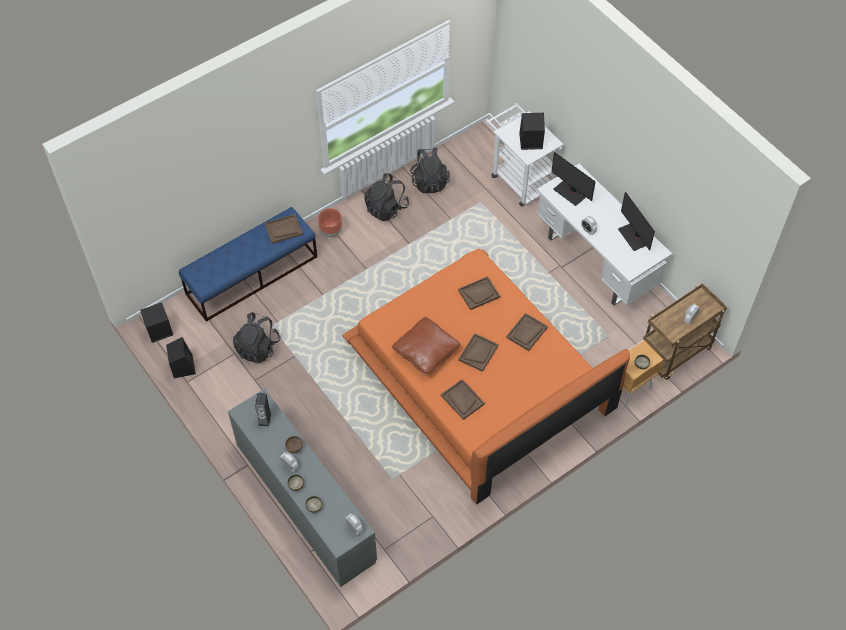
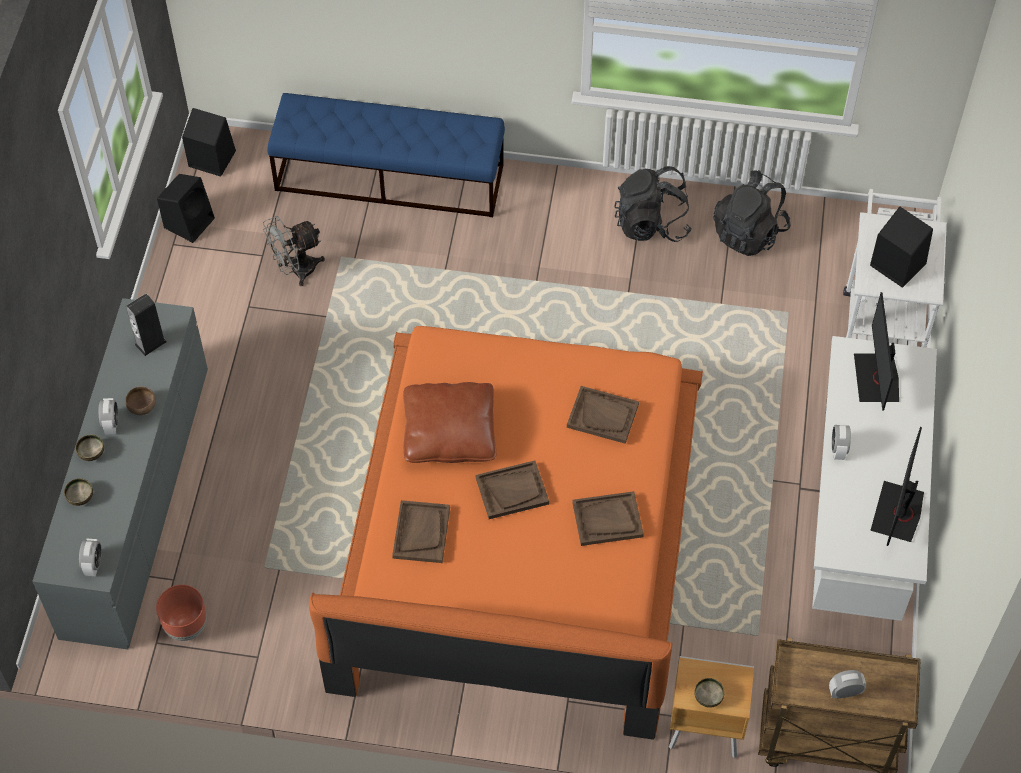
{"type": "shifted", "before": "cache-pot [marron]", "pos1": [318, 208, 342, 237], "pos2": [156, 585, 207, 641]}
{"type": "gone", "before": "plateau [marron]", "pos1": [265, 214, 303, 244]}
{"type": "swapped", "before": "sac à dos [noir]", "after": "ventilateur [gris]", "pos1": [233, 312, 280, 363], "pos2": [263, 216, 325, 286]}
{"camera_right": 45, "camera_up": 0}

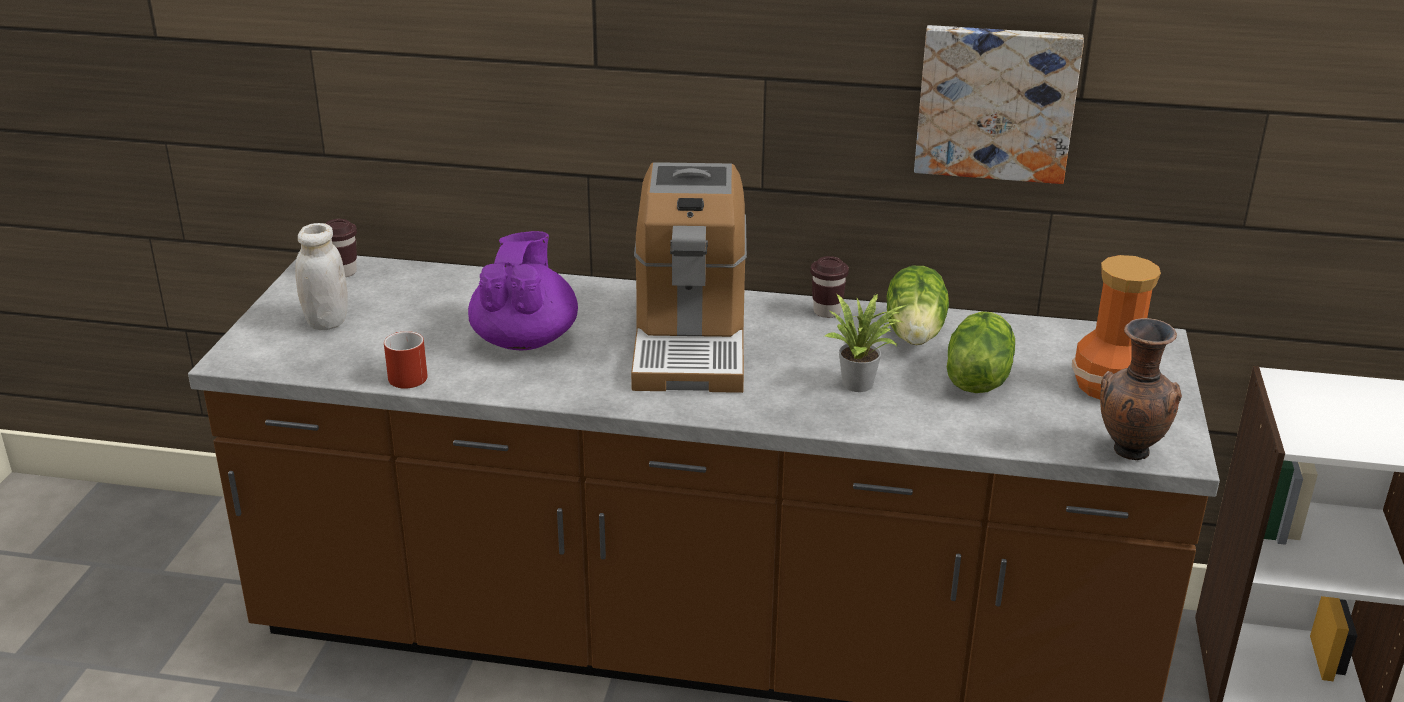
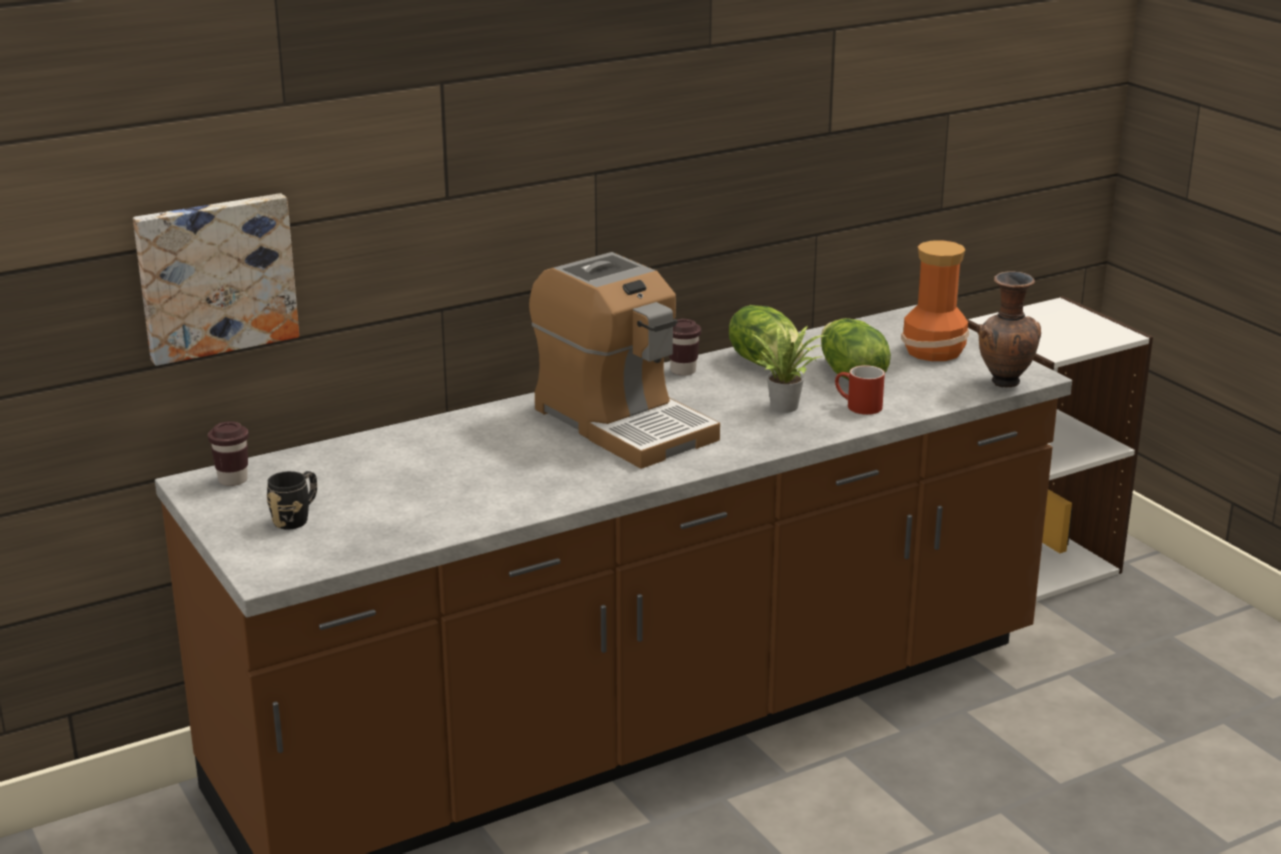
{"type": "shifted", "before": "tableau", "pos1": [914, 25, 1084, 184], "pos2": [133, 193, 299, 366]}
{"type": "swapped", "before": "bocal [blanc]", "after": "mug [noir]", "pos1": [295, 223, 348, 330], "pos2": [267, 471, 317, 530]}
{"type": "gone", "before": "théière [violet]", "pos1": [468, 231, 578, 350]}
{"type": "shifted", "before": "mug [rouge]", "pos1": [384, 331, 428, 389], "pos2": [835, 365, 885, 415]}
{"camera_right": -40, "camera_up": -5}

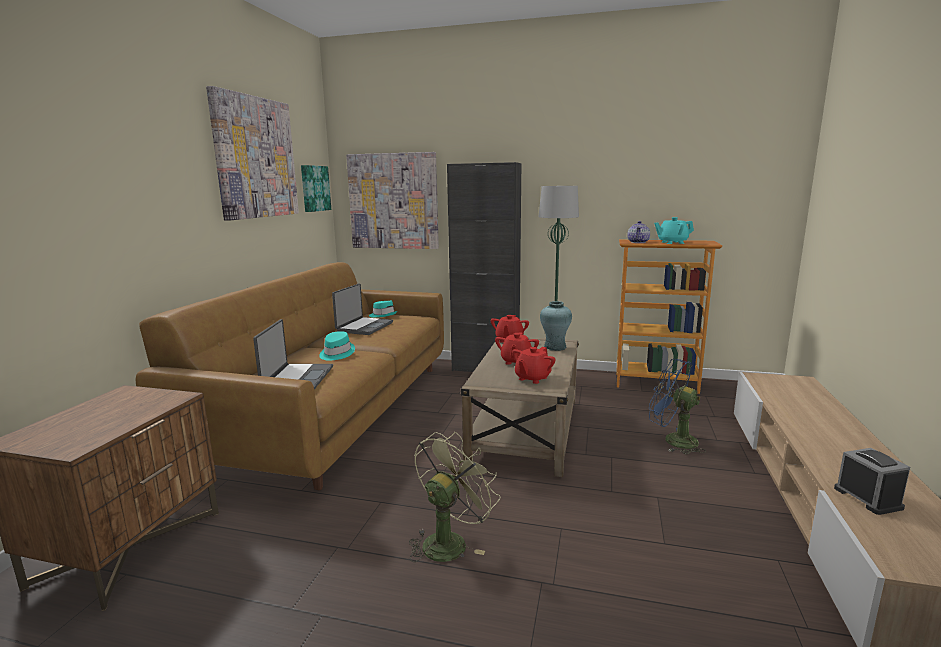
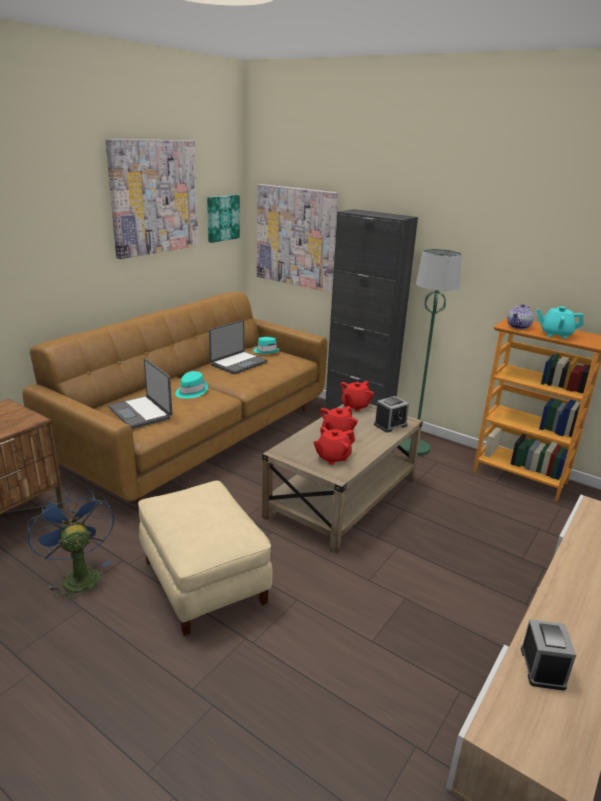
{"type": "swapped", "before": "vase [turquoise]", "after": "réveil", "pos1": [540, 301, 572, 351], "pos2": [374, 396, 409, 433]}
{"type": "rotated", "before": "ordinateur portable", "pos1": [253, 319, 333, 389], "pos2": [108, 359, 173, 429], "turn": 120}
{"type": "shifted", "before": "ventilateur [bleu]", "pos1": [649, 359, 706, 454], "pos2": [27, 490, 114, 602]}
{"type": "swapped", "before": "ventilateur [vert]", "after": "pouf [beige]", "pos1": [409, 432, 501, 562], "pos2": [138, 481, 272, 636]}
{"camera_right": 20, "camera_up": 10}

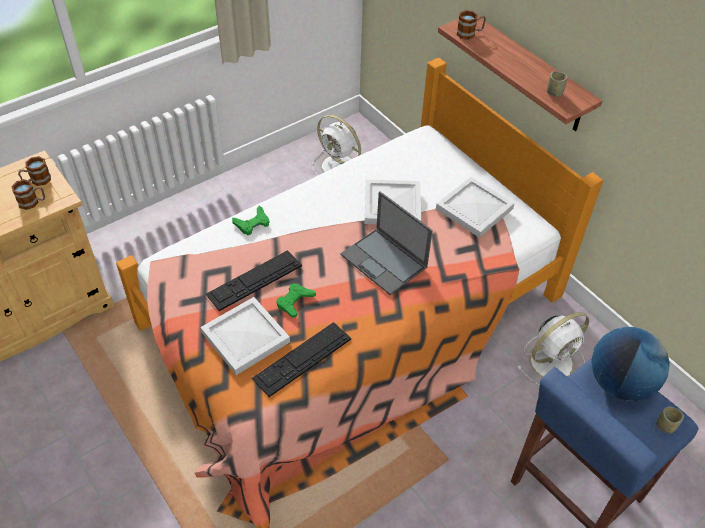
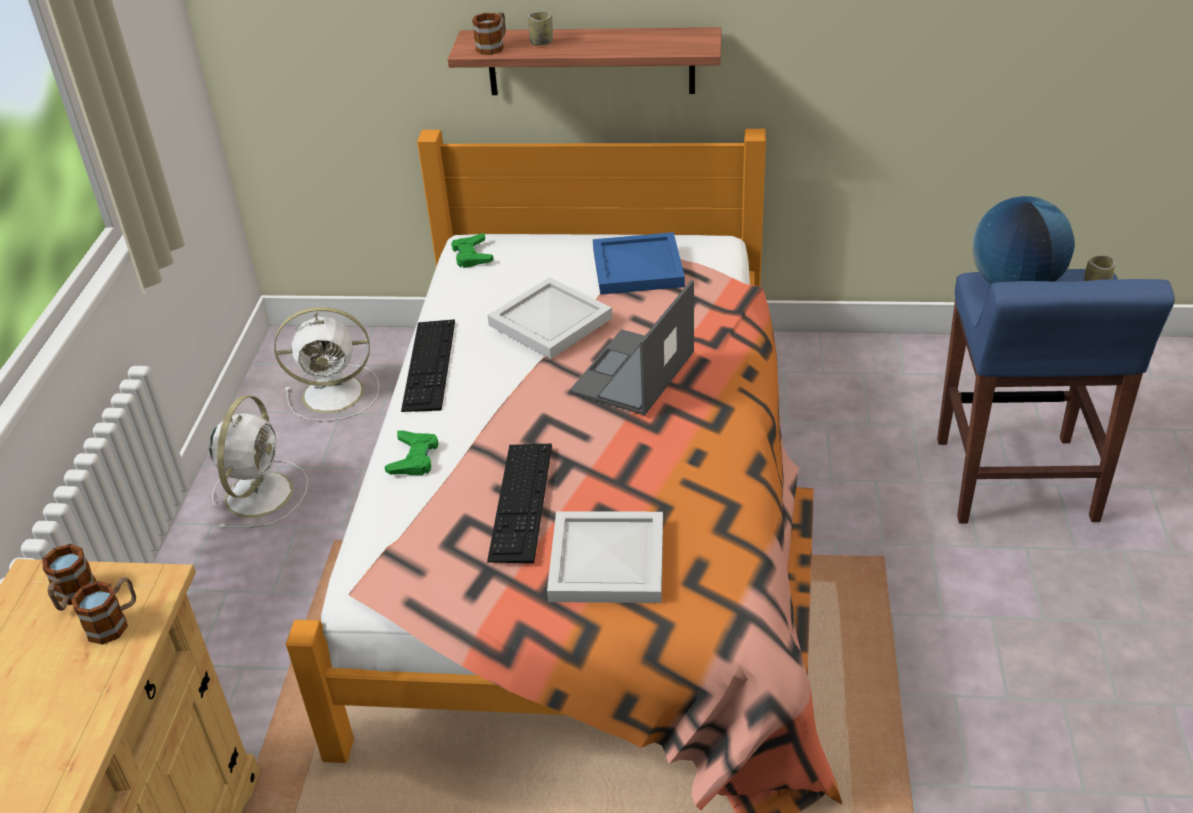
{"type": "shifted", "before": "tasse", "pos1": [547, 71, 568, 97], "pos2": [528, 11, 553, 46]}
{"type": "repainted", "before": "plateau [blanc]", "after": "plateau [bleu]", "pos1": [436, 177, 515, 238], "pos2": [593, 232, 685, 295]}
{"type": "rotated", "before": "ordinateur portable", "pos1": [340, 191, 433, 295], "pos2": [569, 280, 694, 415], "turn": 120}
{"type": "shifted", "before": "manette [vert]", "pos1": [276, 283, 316, 318], "pos2": [451, 233, 494, 268]}
{"type": "shifted", "before": "ventilateur [blanc]", "pos1": [517, 312, 589, 385], "pos2": [209, 395, 308, 529]}
{"type": "shifted", "before": "clavier", "pos1": [252, 322, 351, 397], "pos2": [401, 319, 455, 412]}
{"camera_right": -45, "camera_up": -10}

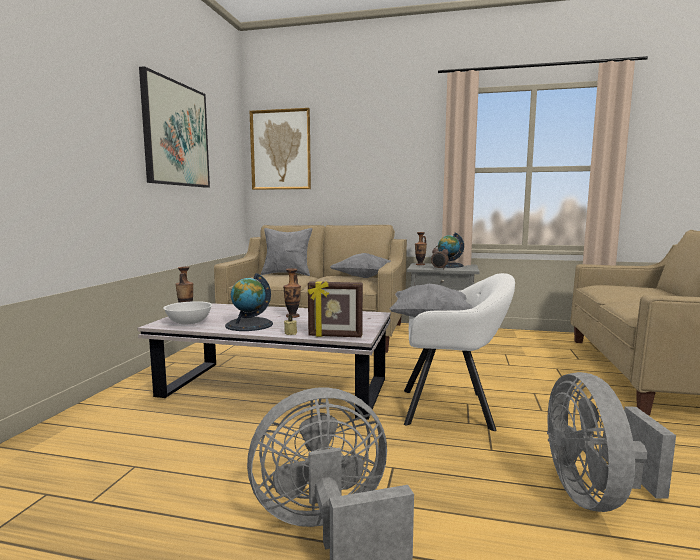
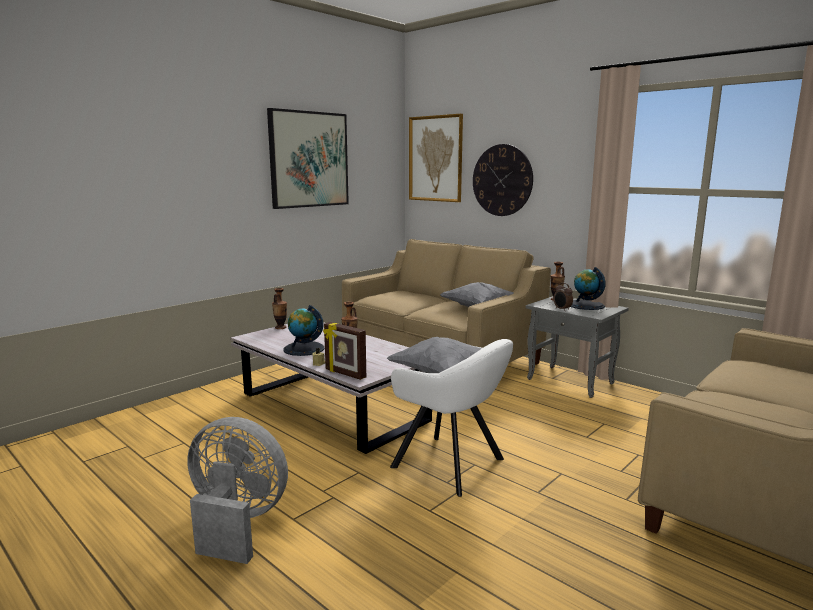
{"type": "gone", "before": "coussin [gris]", "pos1": [261, 228, 312, 276]}
{"type": "gone", "before": "bol [blanc]", "pos1": [163, 301, 212, 324]}
{"type": "gone", "before": "ventilateur [gris]", "pos1": [547, 372, 676, 512]}
{"type": "new", "after": "horloge murale", "pos2": [473, 144, 533, 216]}
{"camera_right": 30, "camera_up": 5}

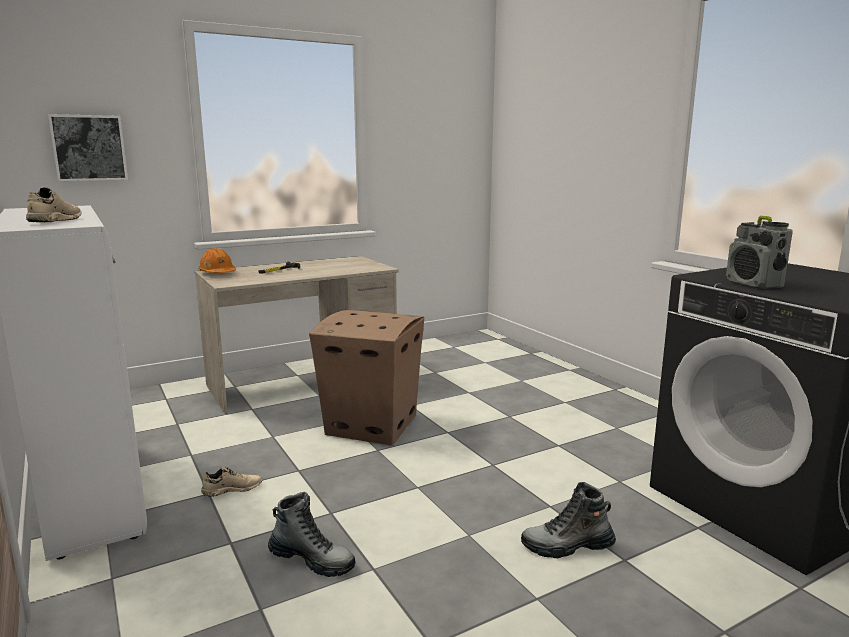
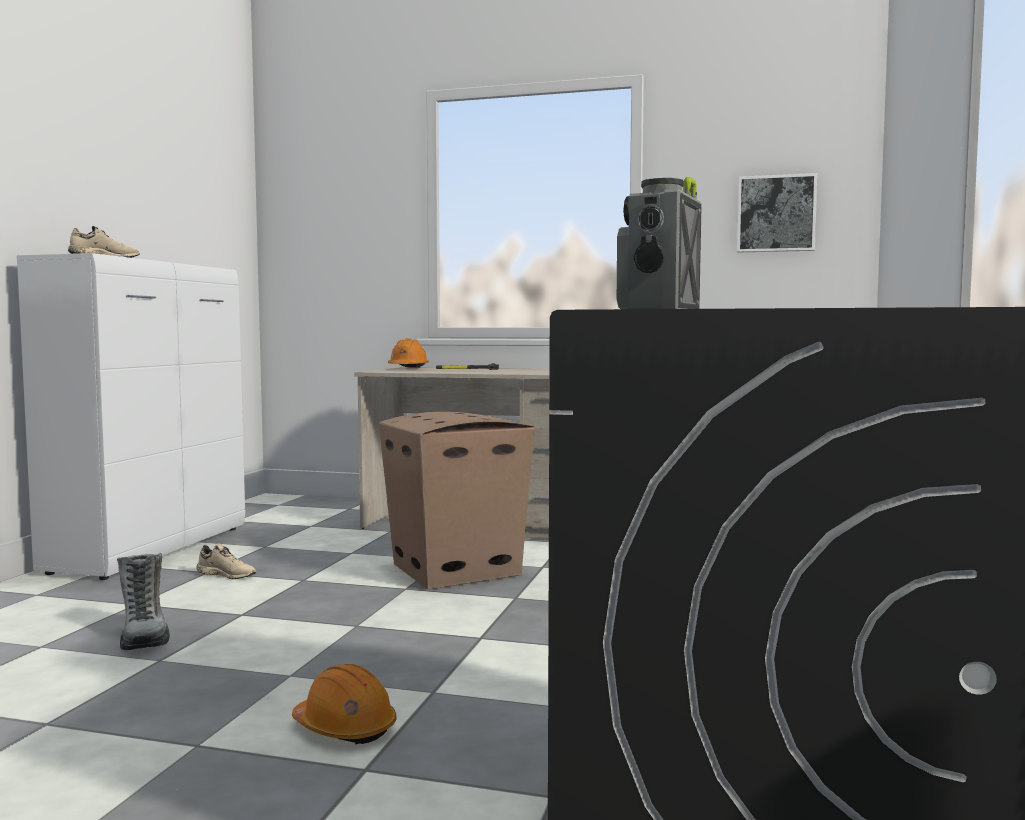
{"type": "shifted", "before": "tableau", "pos1": [48, 114, 128, 181], "pos2": [737, 173, 817, 253]}
{"type": "swapped", "before": "botte", "after": "casque de chantier [orange]", "pos1": [521, 482, 616, 558], "pos2": [292, 664, 397, 744]}
{"camera_right": 45, "camera_up": -10}

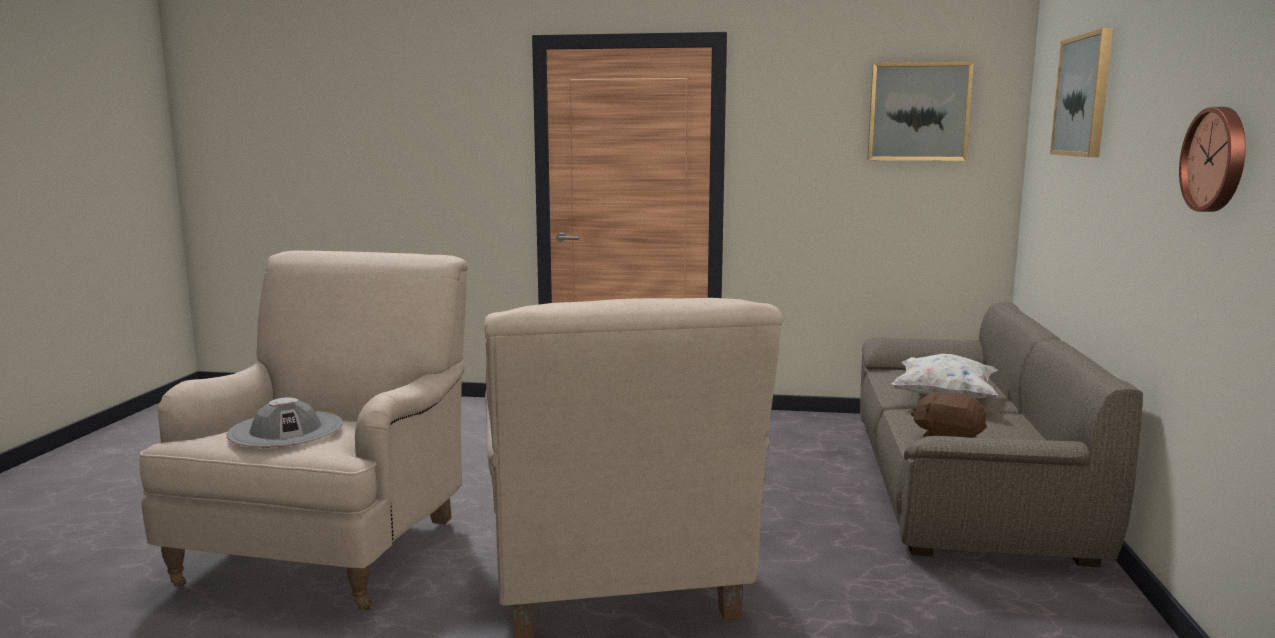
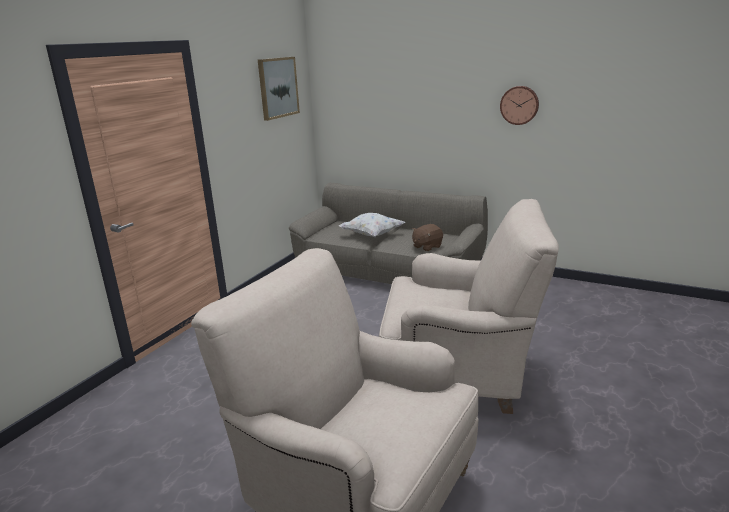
{"type": "gone", "before": "tableau", "pos1": [1050, 28, 1113, 157]}
{"type": "gone", "before": "chapeau [gris]", "pos1": [227, 397, 343, 447]}
{"camera_right": -70, "camera_up": 10}

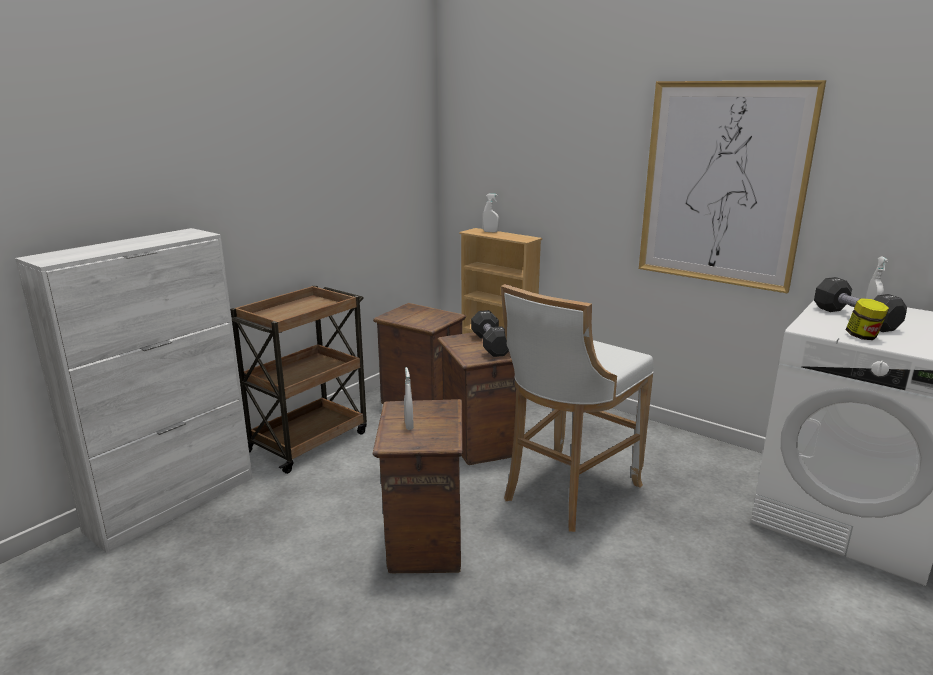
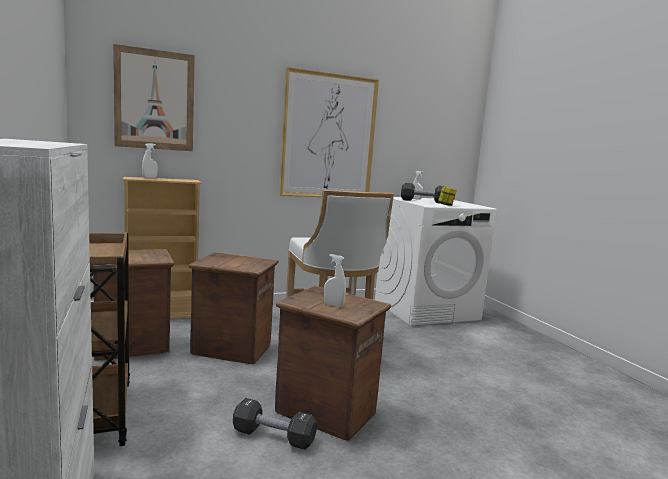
{"type": "shifted", "before": "haltère [noir]", "pos1": [471, 310, 509, 357], "pos2": [233, 398, 317, 450]}
{"type": "new", "after": "tableau", "pos2": [113, 44, 195, 151]}
{"camera_right": -60, "camera_up": -10}

